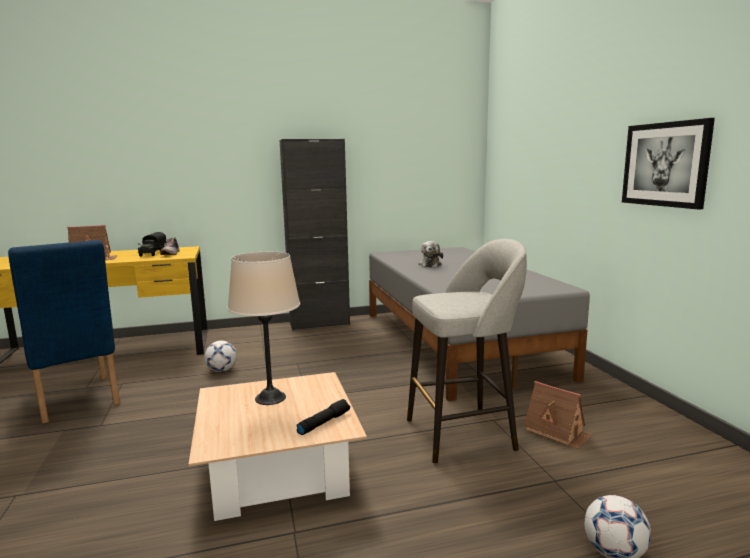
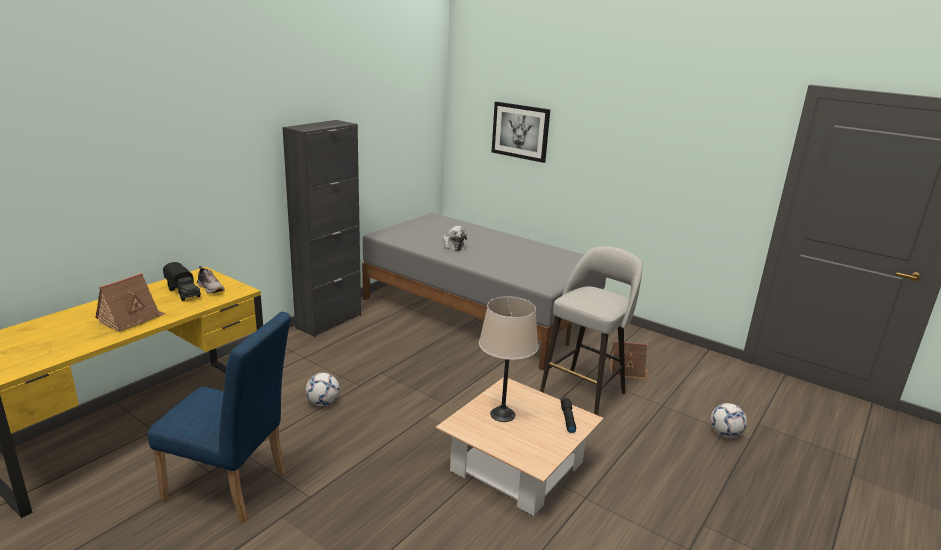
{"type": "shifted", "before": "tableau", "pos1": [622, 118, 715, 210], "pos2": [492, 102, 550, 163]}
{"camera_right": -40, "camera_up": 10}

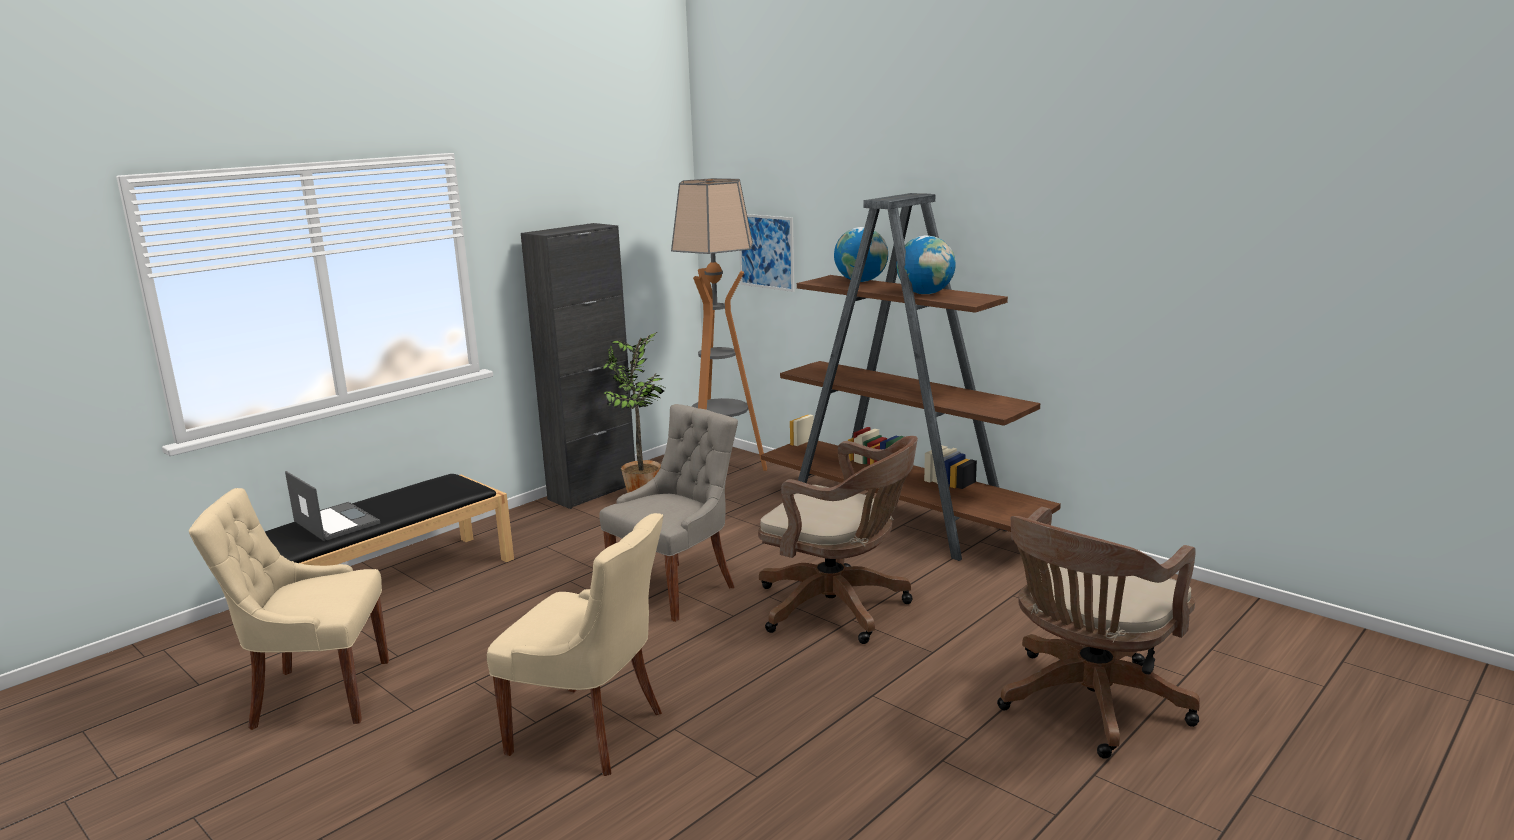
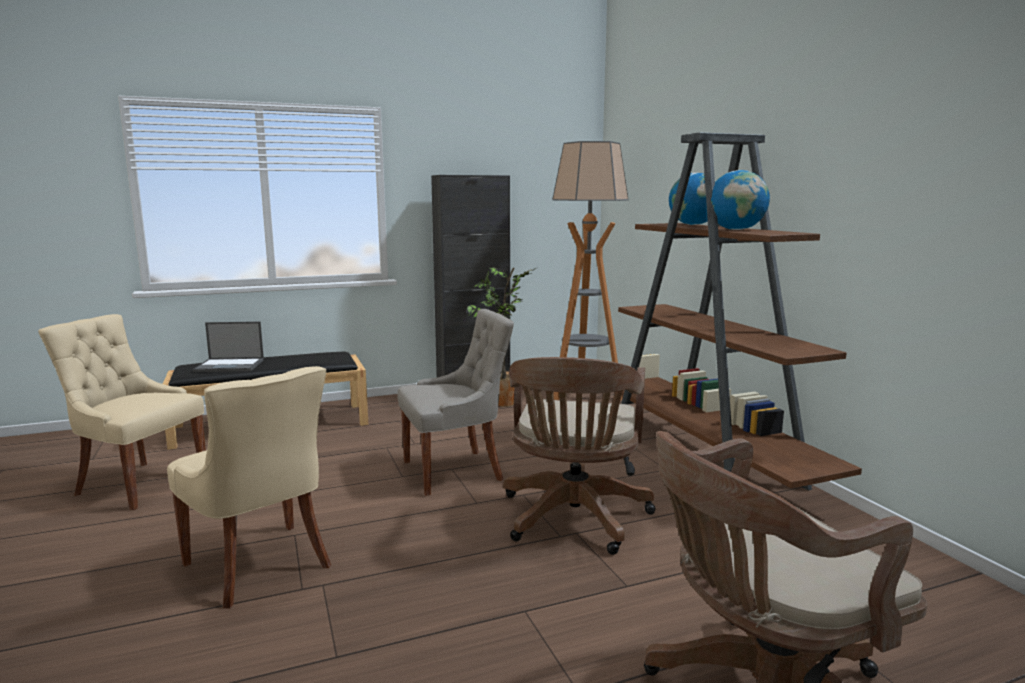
{"type": "gone", "before": "tableau", "pos1": [739, 214, 794, 292]}
{"type": "rotated", "before": "chaise de bureau [marron]", "pos1": [758, 436, 918, 644], "pos2": [503, 357, 656, 555], "turn": 45}
{"type": "rotated", "before": "ordinateur portable", "pos1": [285, 471, 380, 541], "pos2": [193, 322, 264, 372], "turn": 105}
{"camera_right": 25, "camera_up": -5}

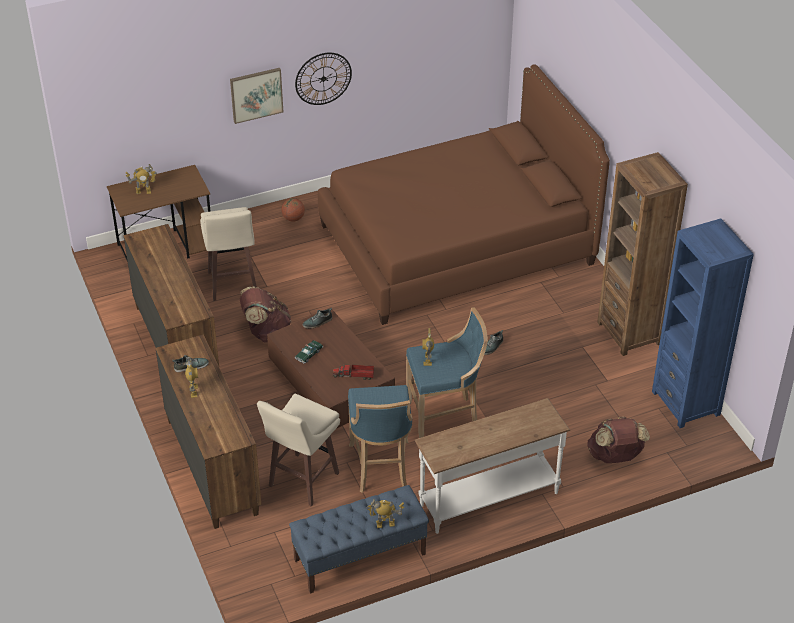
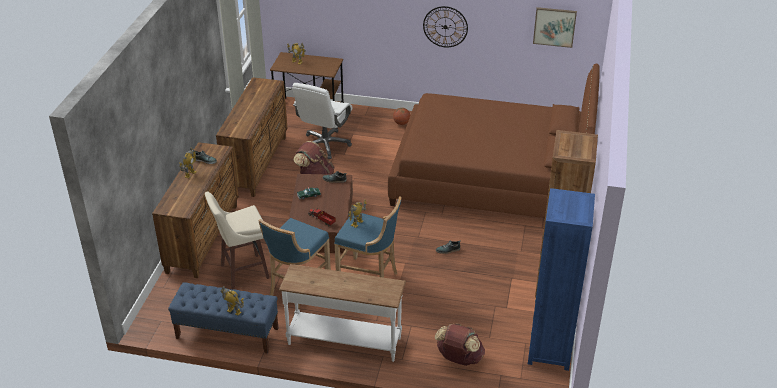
{"type": "shifted", "before": "tableau", "pos1": [230, 68, 283, 124], "pos2": [533, 7, 577, 48]}
{"type": "swapped", "before": "tabouret [beige]", "after": "chaise de bureau [blanc]", "pos1": [200, 207, 257, 301], "pos2": [293, 83, 352, 159]}
{"camera_right": 35, "camera_up": -5}

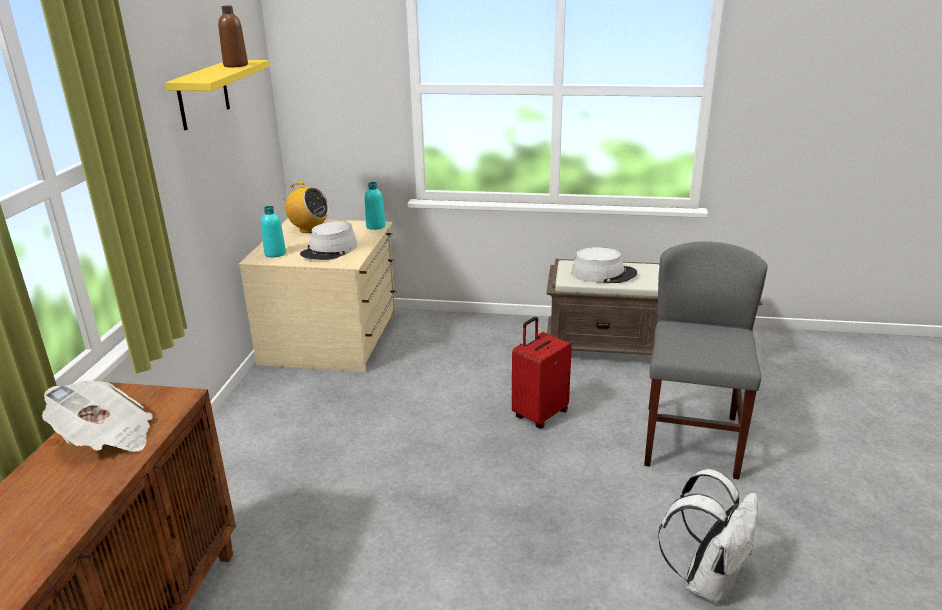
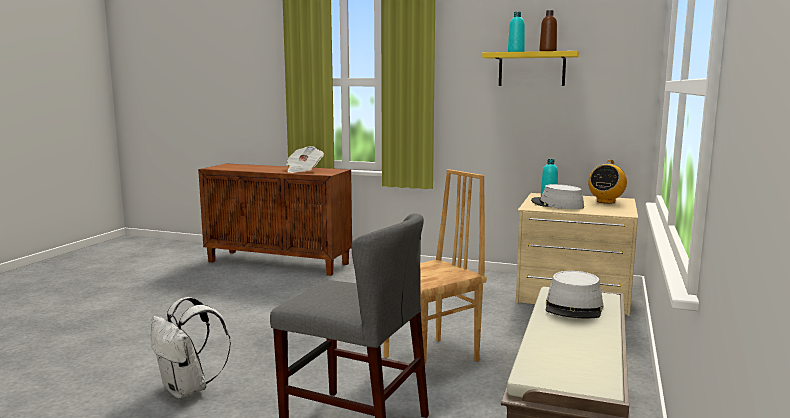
{"type": "shifted", "before": "bouteille [turquoise]", "pos1": [365, 182, 386, 230], "pos2": [508, 12, 525, 52]}
{"type": "swapped", "before": "valise [rouge]", "after": "chaise [marron]", "pos1": [512, 317, 572, 429], "pos2": [384, 169, 487, 373]}
{"camera_right": 100, "camera_up": -15}

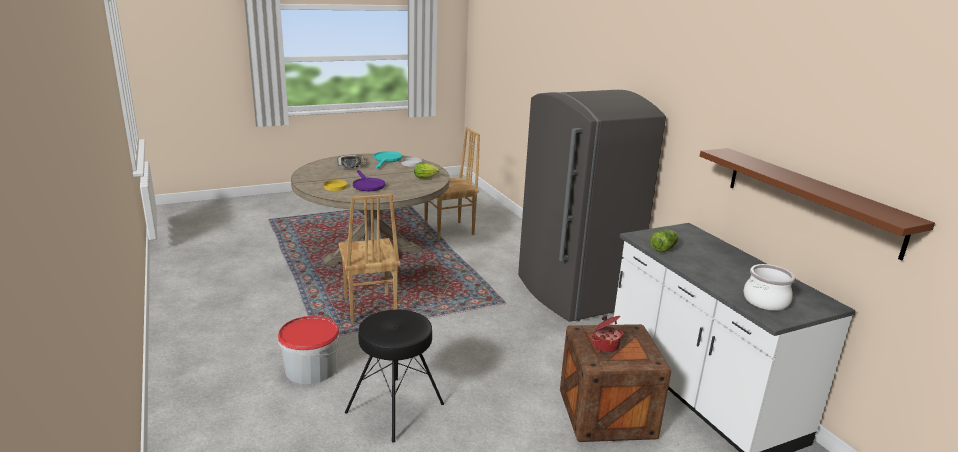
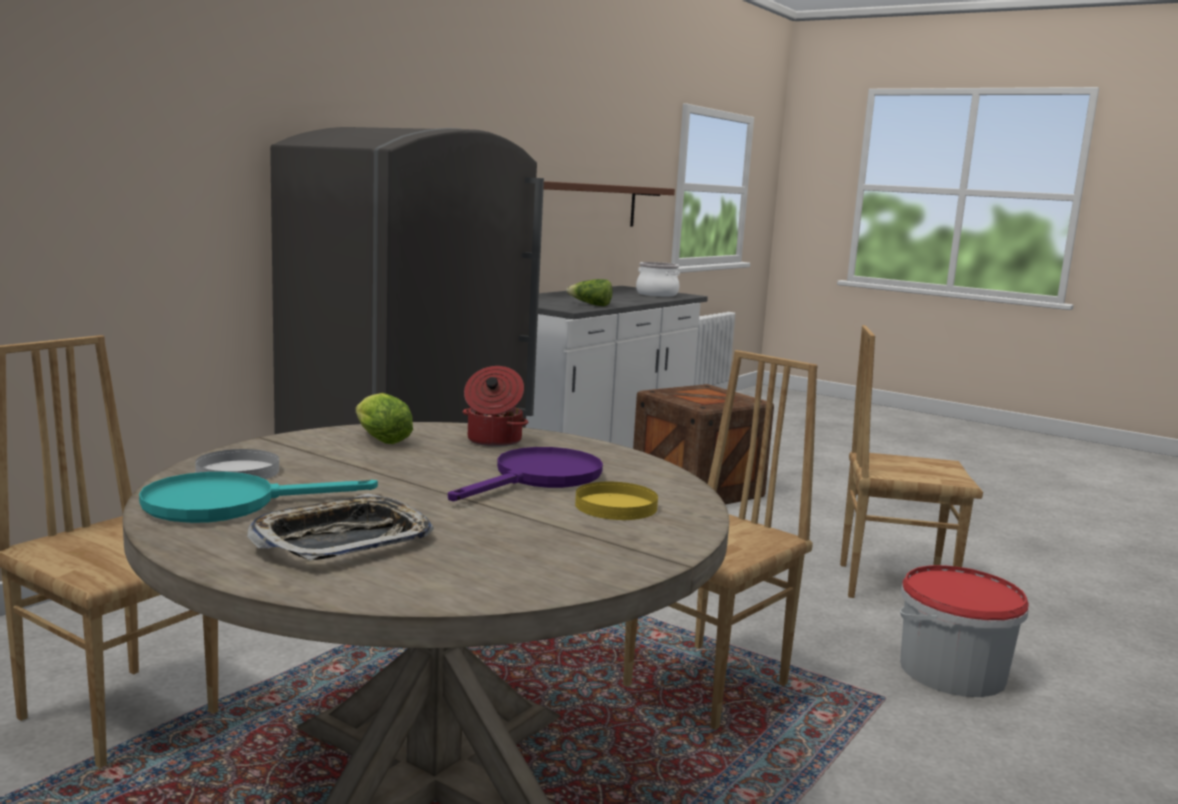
{"type": "swapped", "before": "tabouret [noir]", "after": "chaise [marron]", "pos1": [345, 310, 444, 443], "pos2": [840, 325, 983, 598]}
{"type": "shifted", "before": "marmite", "pos1": [591, 316, 624, 352], "pos2": [463, 366, 528, 447]}
{"camera_right": -120, "camera_up": -10}

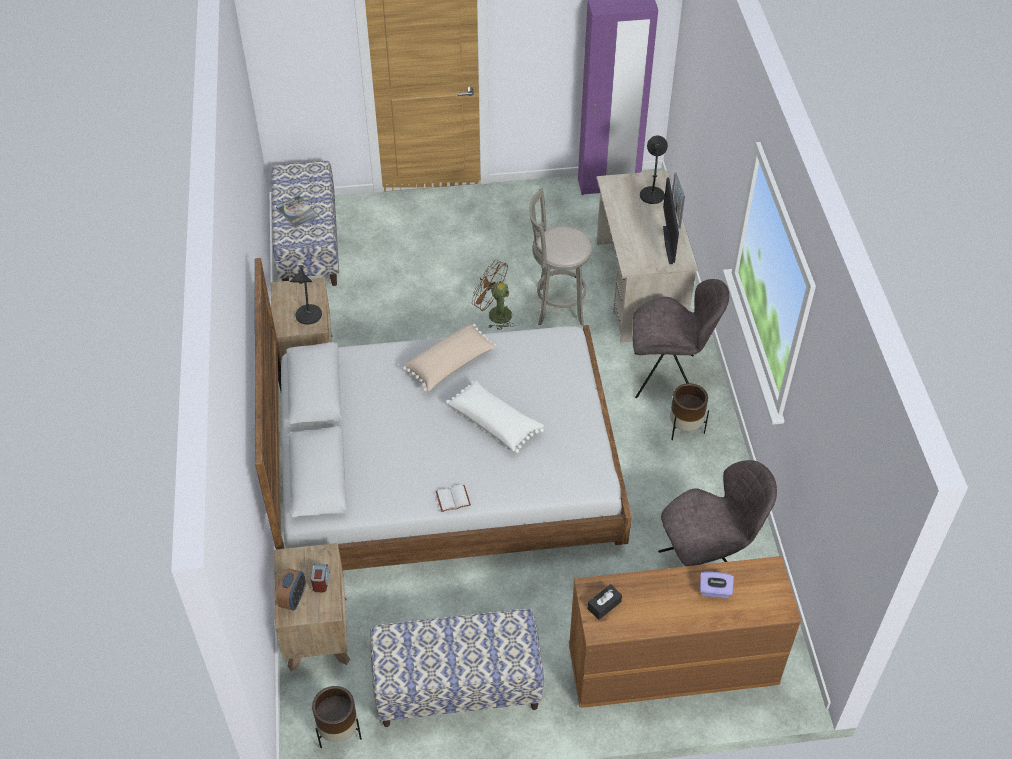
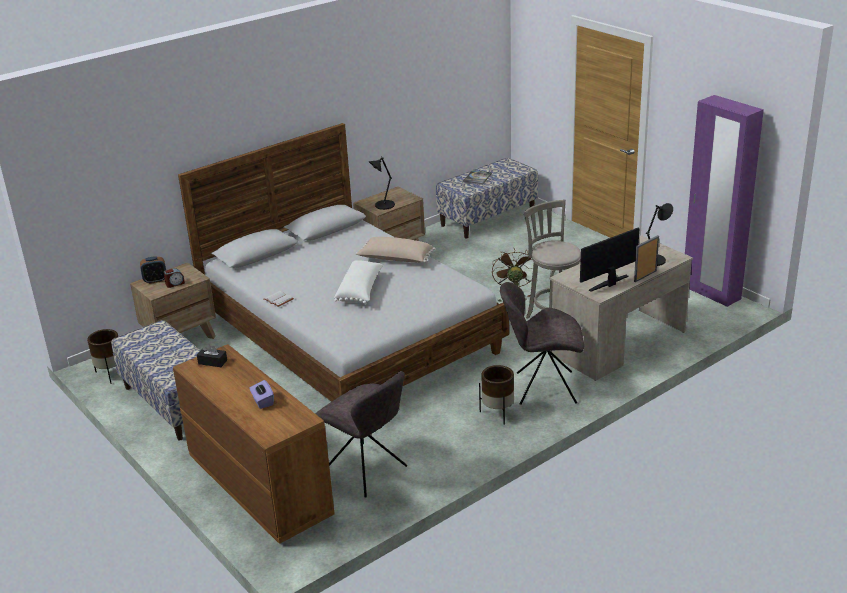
{"type": "rotated", "before": "chaise [gris]", "pos1": [632, 279, 729, 398], "pos2": [500, 282, 584, 405], "turn": 120}
{"camera_right": 60, "camera_up": -20}

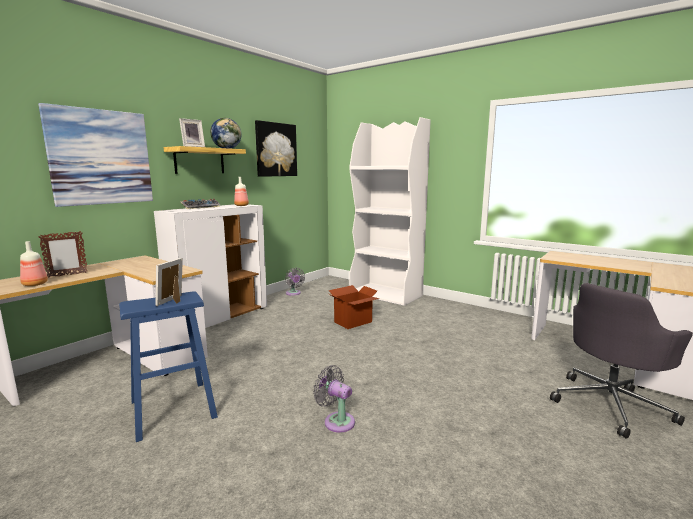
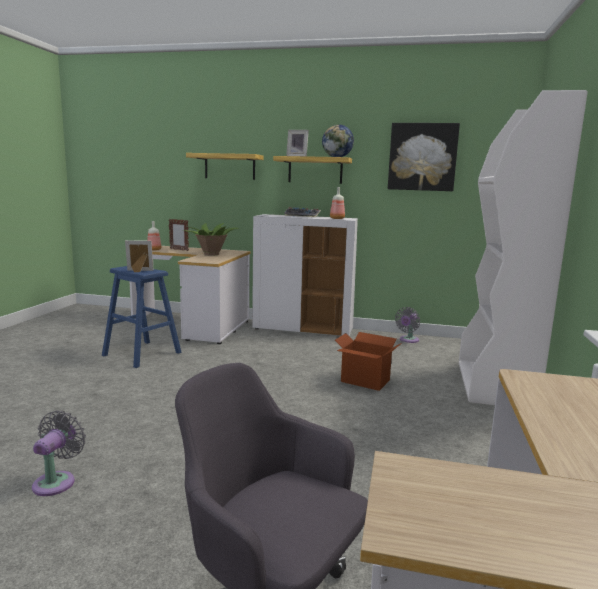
{"type": "swapped", "before": "tableau", "after": "étagère", "pos1": [38, 103, 153, 207], "pos2": [186, 153, 264, 180]}
{"type": "shifted", "before": "ventilateur [gris]", "pos1": [313, 365, 355, 433], "pos2": [32, 411, 86, 496]}
{"type": "new", "after": "plante en pot", "pos2": [183, 223, 239, 255]}
{"camera_right": 65, "camera_up": 0}

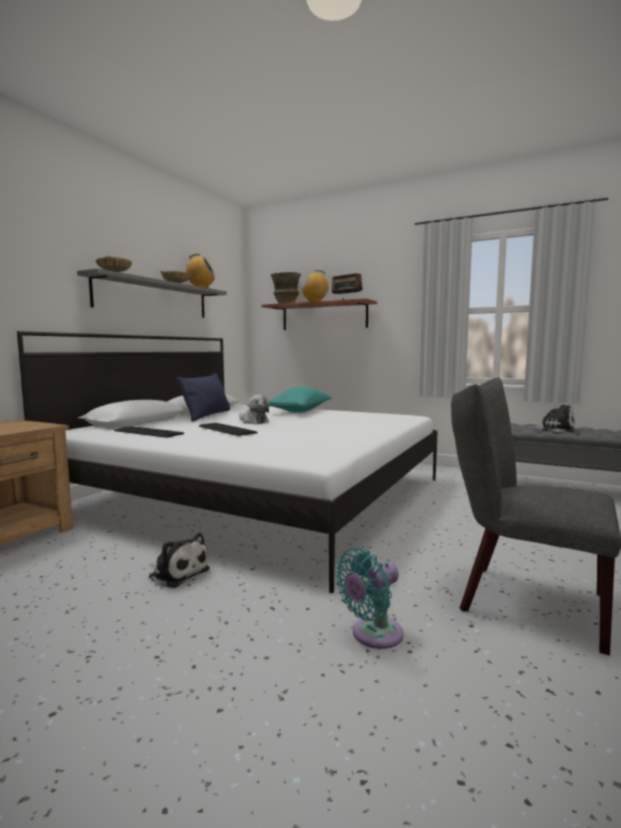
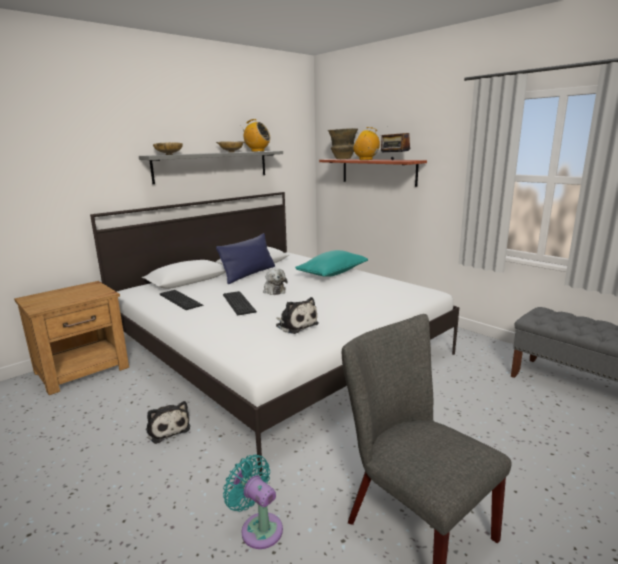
{"type": "shifted", "before": "peluche", "pos1": [529, 405, 575, 433], "pos2": [276, 297, 319, 334]}
{"type": "rotated", "before": "ventilateur [turquoise]", "pos1": [335, 548, 404, 649], "pos2": [223, 455, 283, 549], "turn": 60}
{"camera_right": 20, "camera_up": 10}

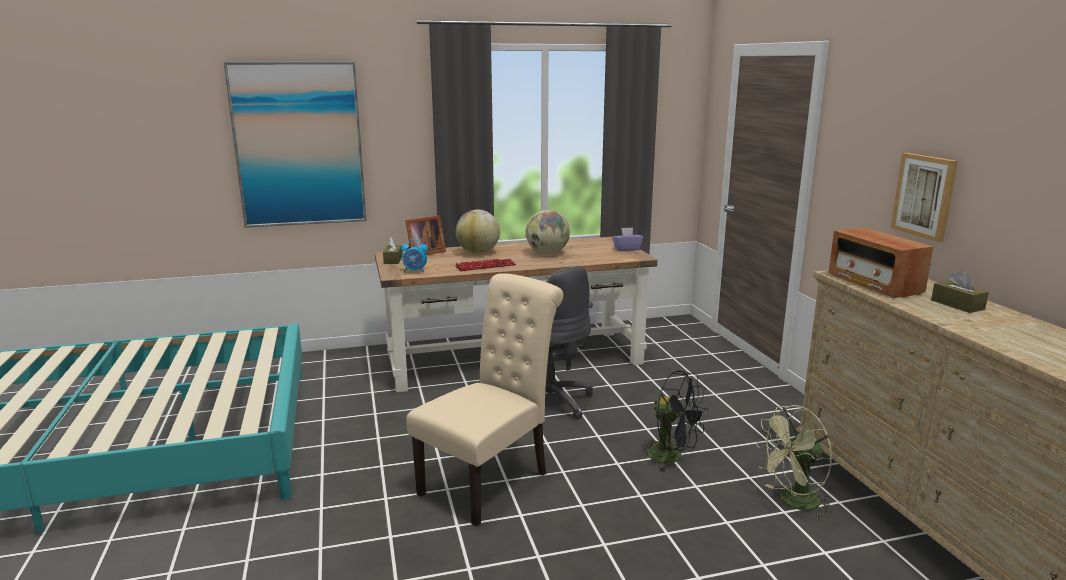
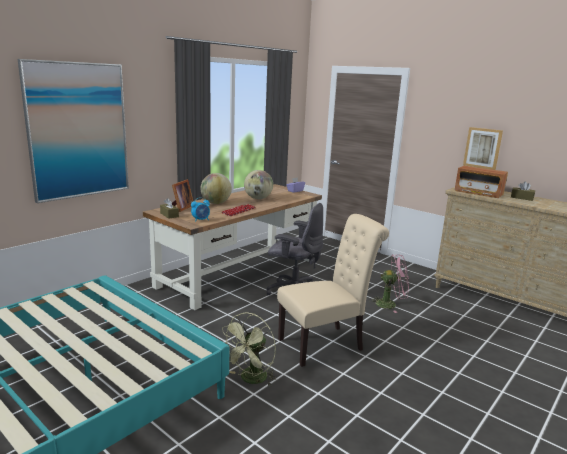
{"type": "rotated", "before": "chaise [beige]", "pos1": [406, 273, 563, 527], "pos2": [277, 214, 389, 367], "turn": 60}
{"type": "repainted", "before": "ventilateur [noir]", "after": "ventilateur [rose]", "pos1": [644, 370, 708, 472], "pos2": [369, 255, 409, 313]}
{"type": "shifted", "before": "ventilateur [vert]", "pos1": [755, 405, 833, 519], "pos2": [222, 313, 276, 386]}
{"camera_right": -35, "camera_up": 0}

